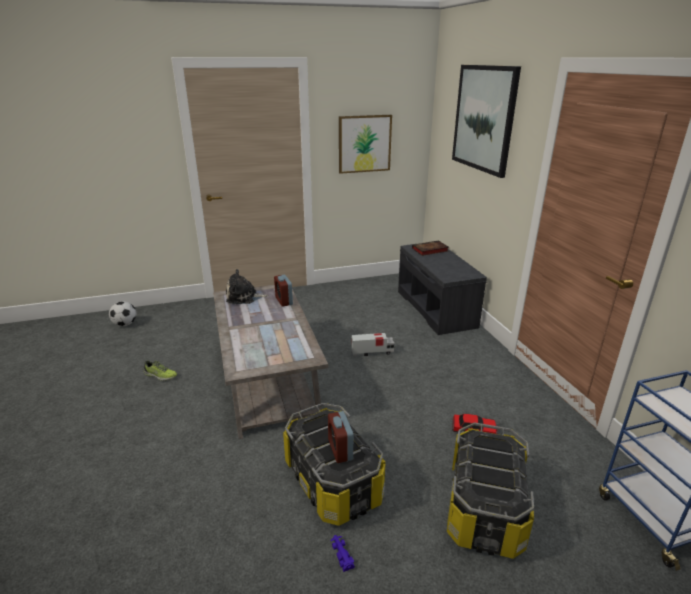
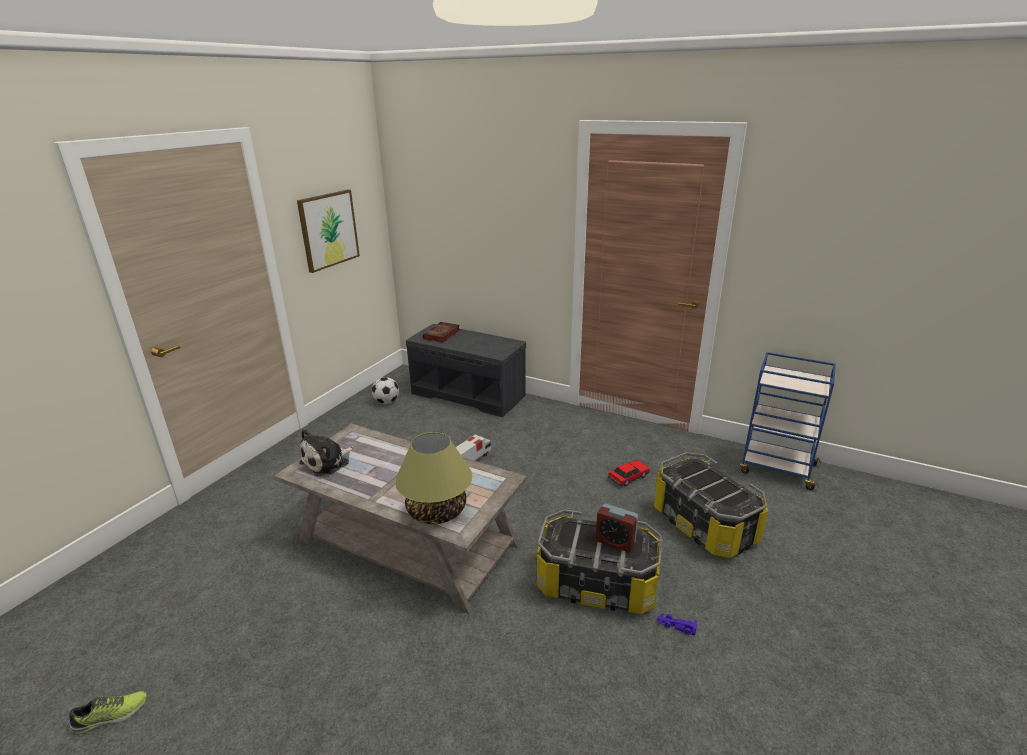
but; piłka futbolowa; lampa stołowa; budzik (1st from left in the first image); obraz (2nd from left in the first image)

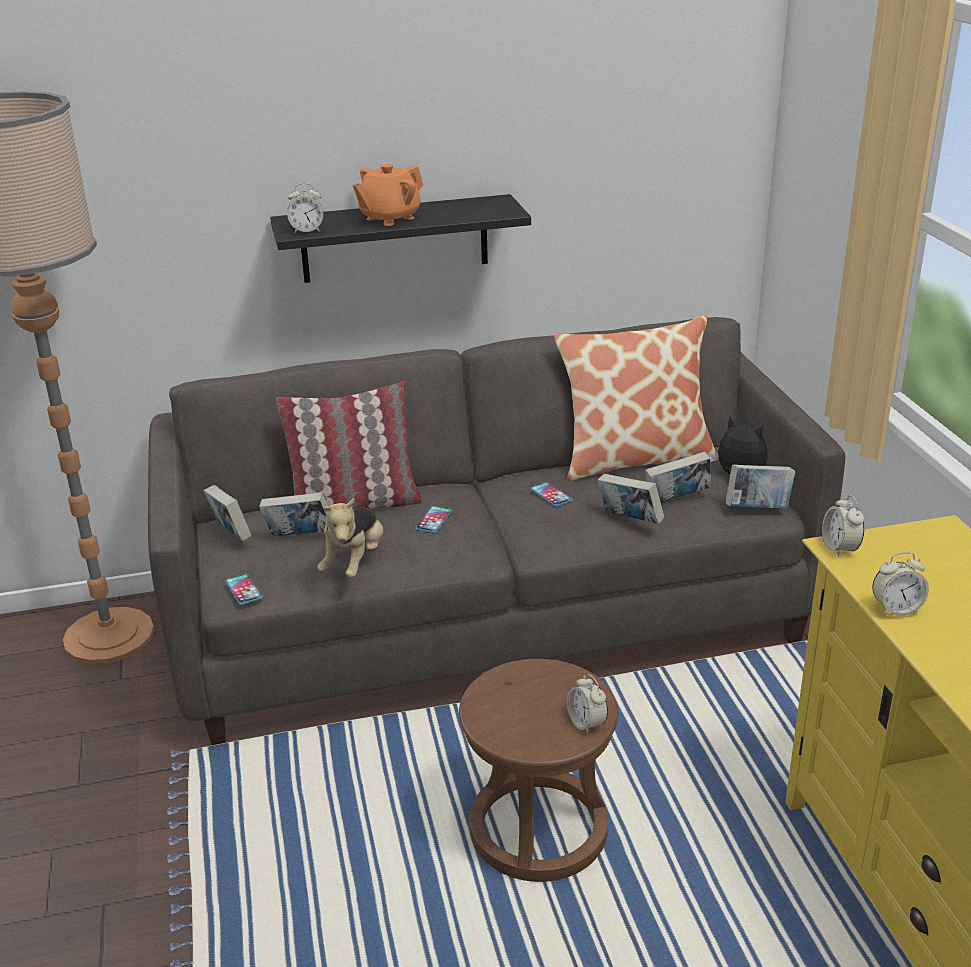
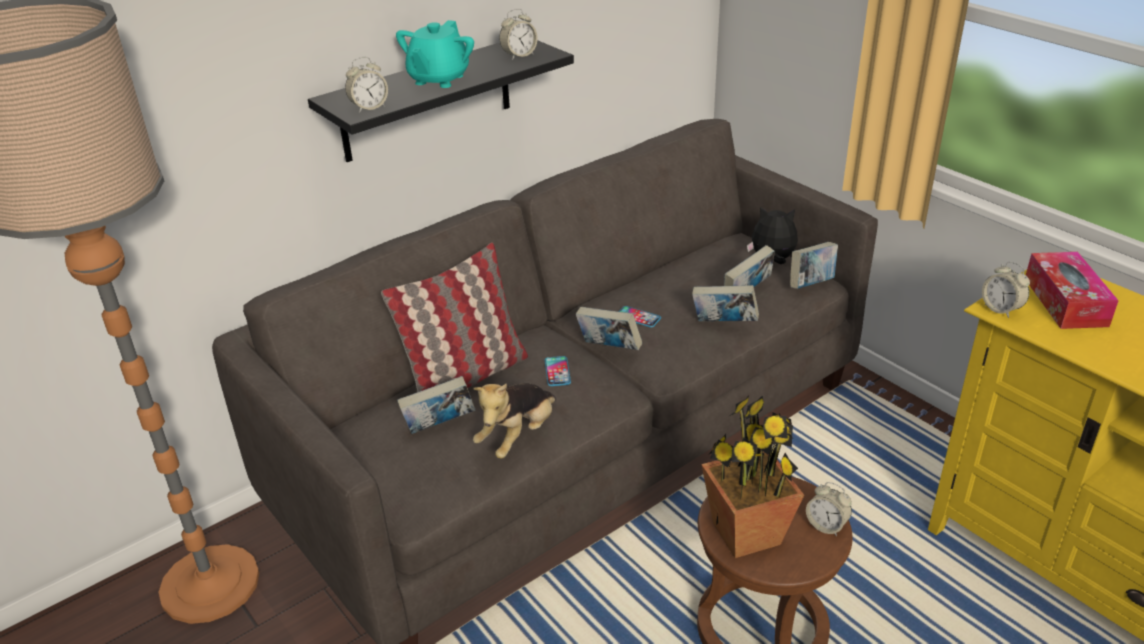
imbryk/turkusowy; pluszak (1st from left); budzik (2nd from left); książka (2nd from left); roślina doniczkowa; pudełko chusteczek; telefon (1st from left in the first image); poduszka (2nd from left in the first image)

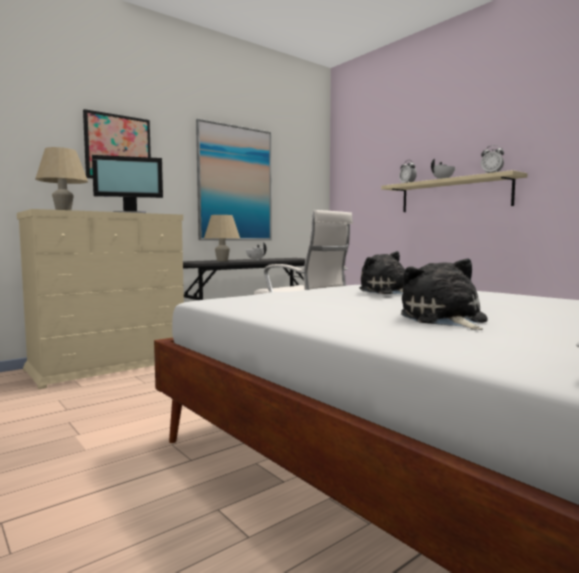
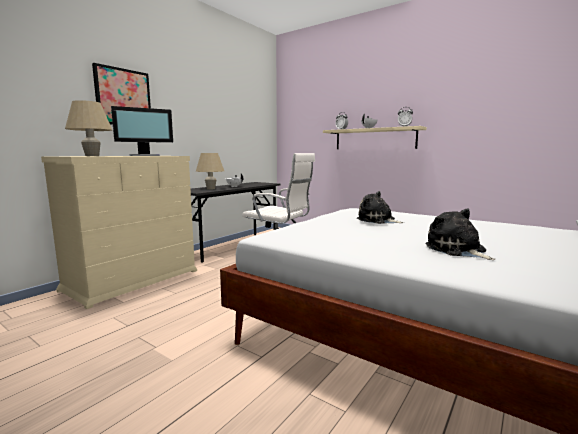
obraz (2nd from left in the first image)

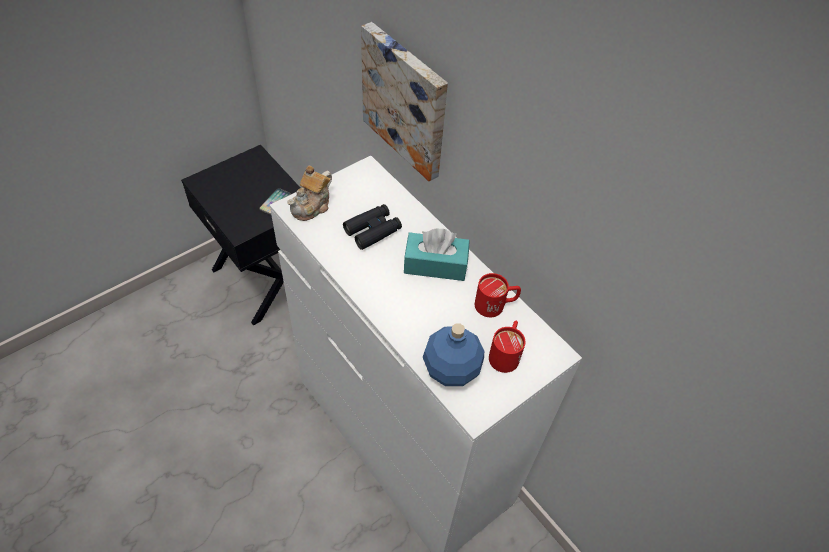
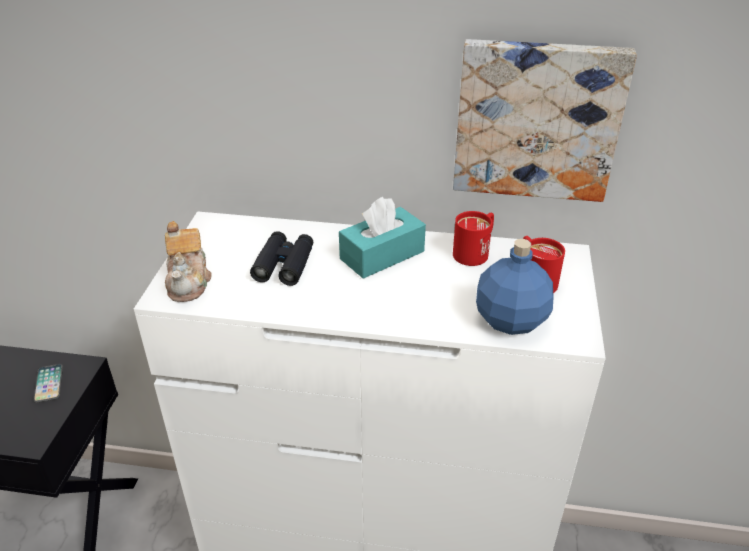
obraz

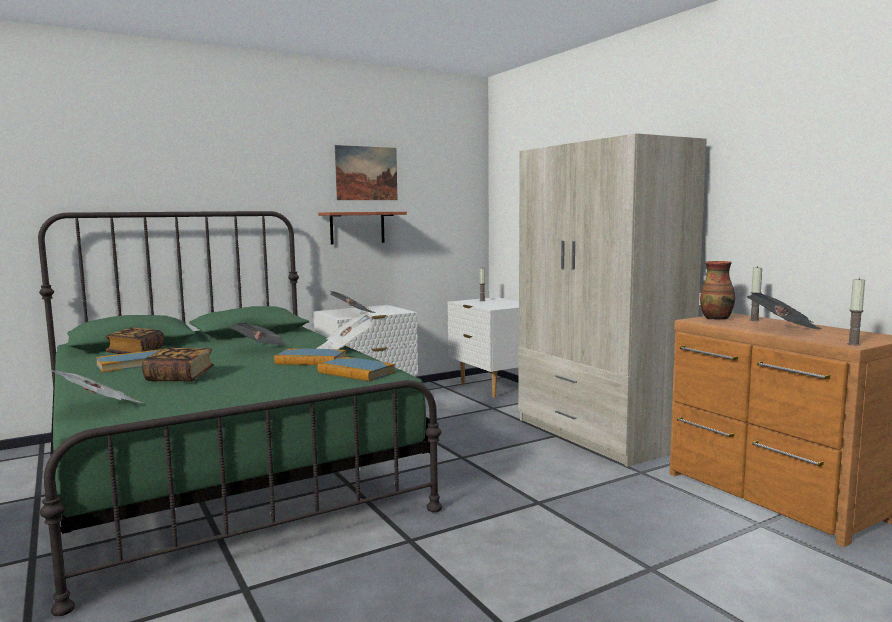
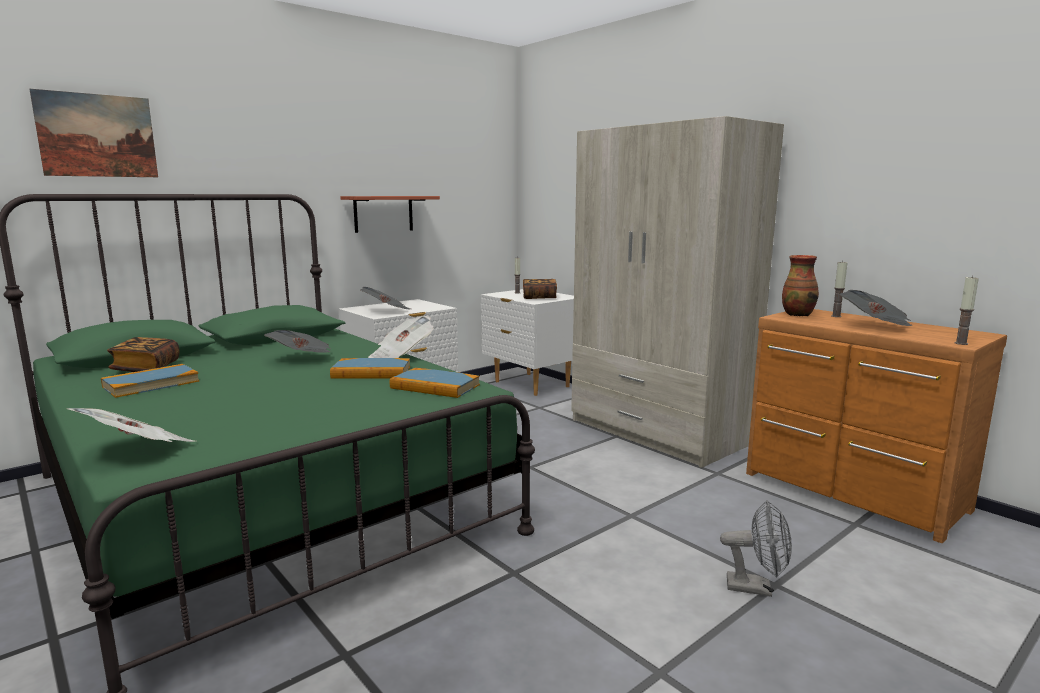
obraz; książka (5th from left); wentylator/szary

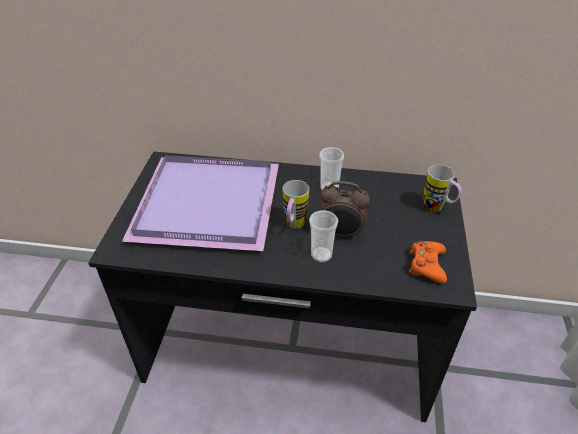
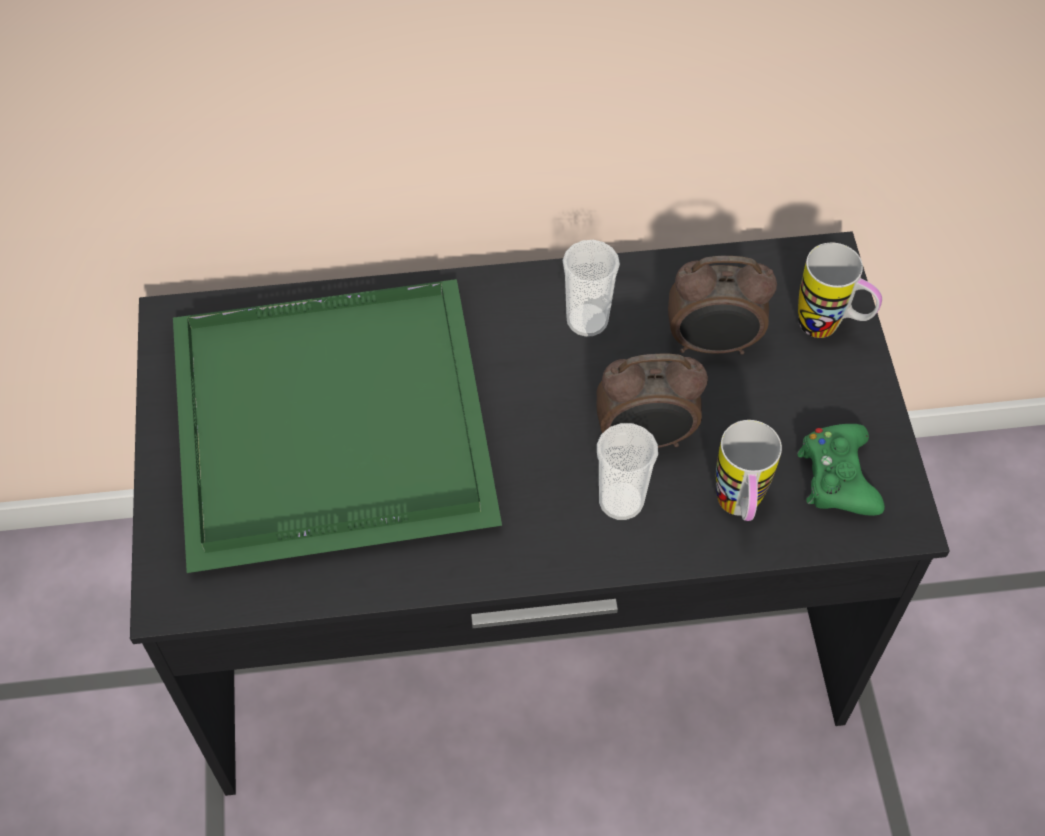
taca/zielony; budzik (2nd from left); kubek (1st from left); pad do gier/zielony

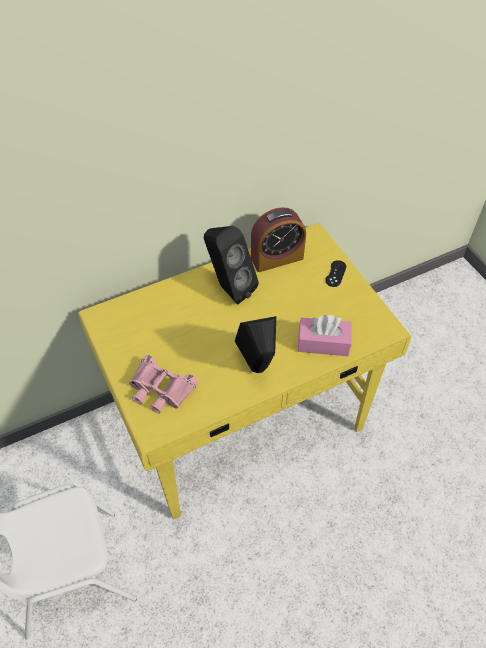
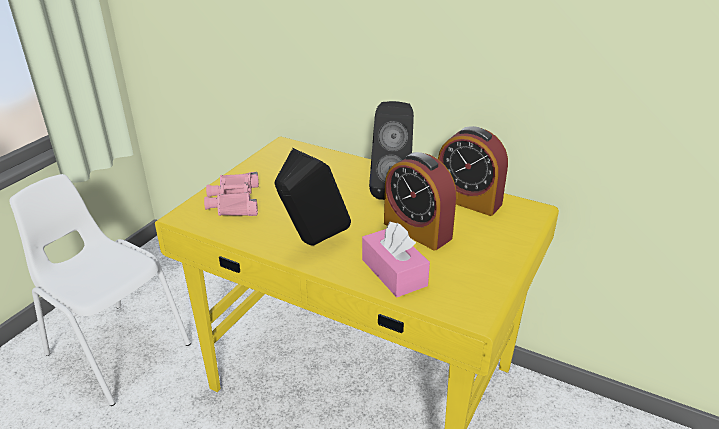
budzik (1st from left); pad do gier/czarny

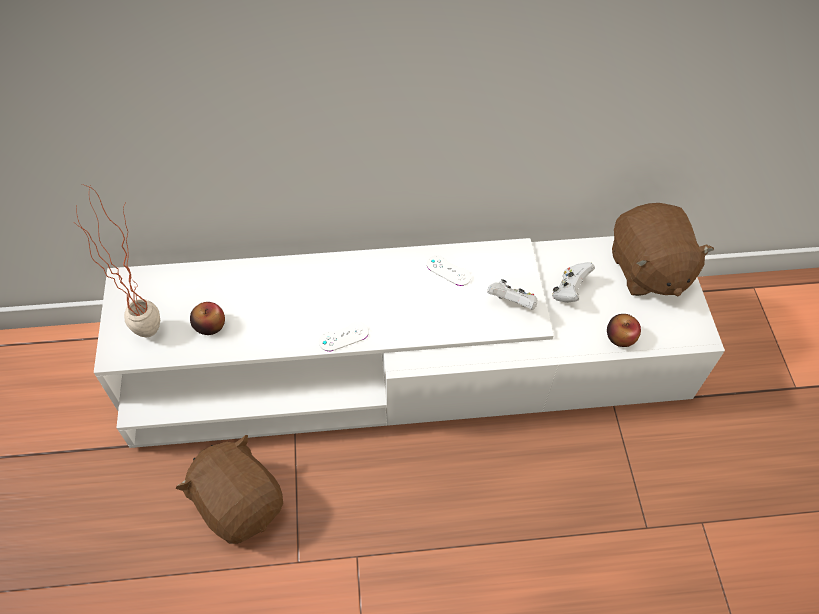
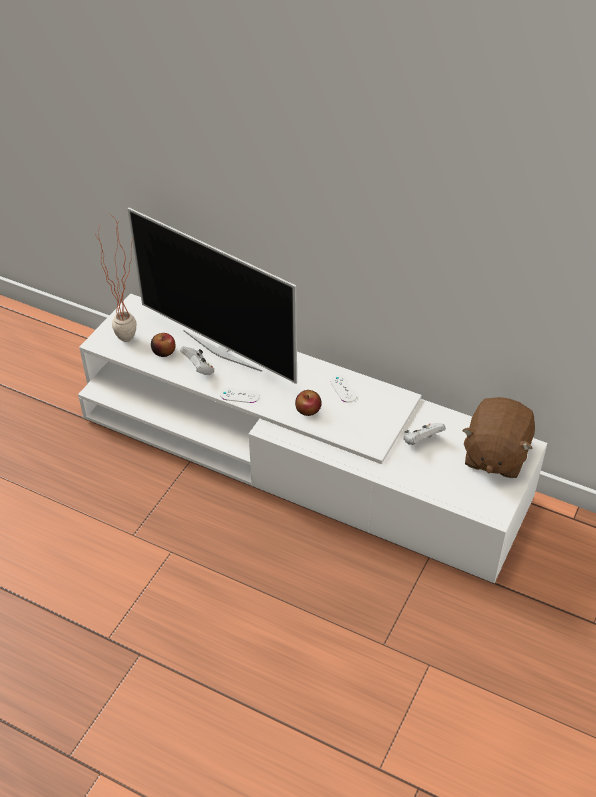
telewizor; pad do gier/biały (1st from left); jabłko (2nd from left); pluszak/brązowy (1st from left in the first image)

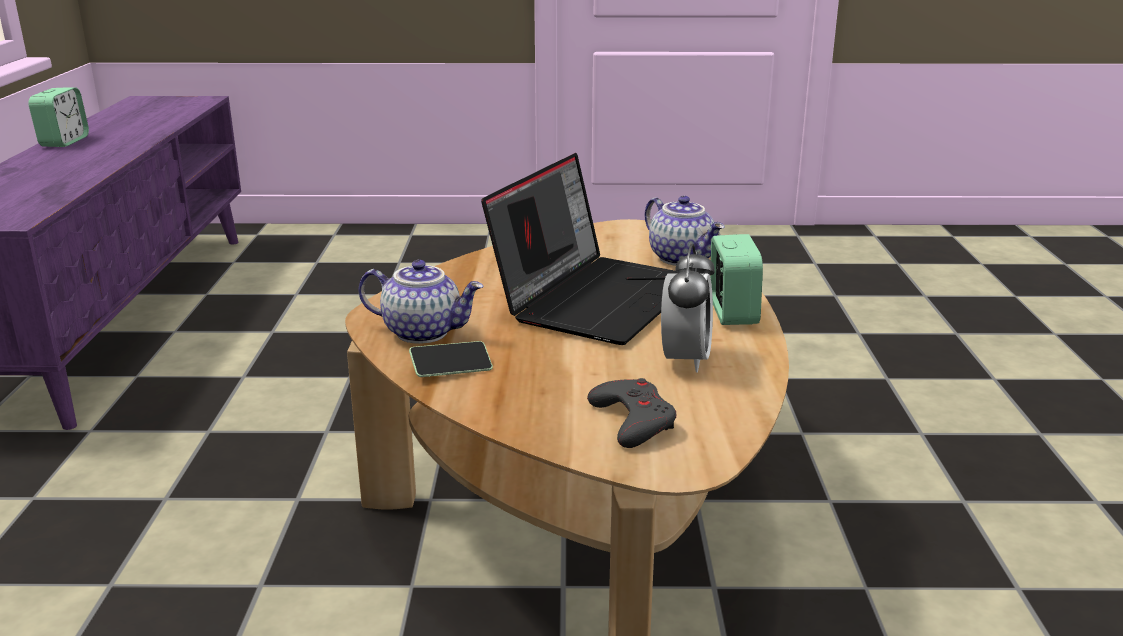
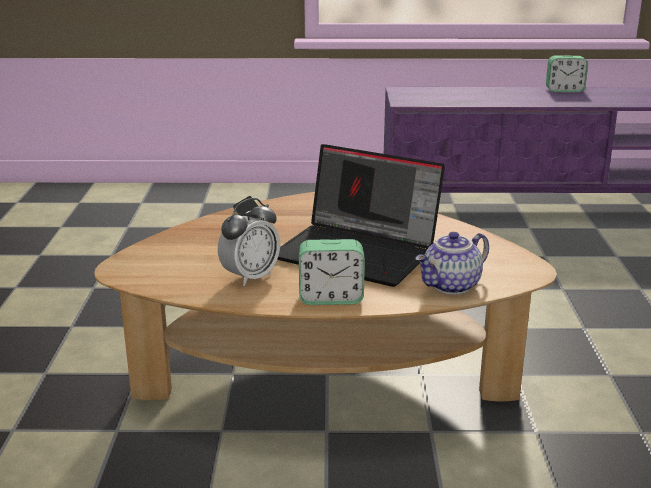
budzik (1st from left); imbryk (1st from left in the first image); pad do gier/szary

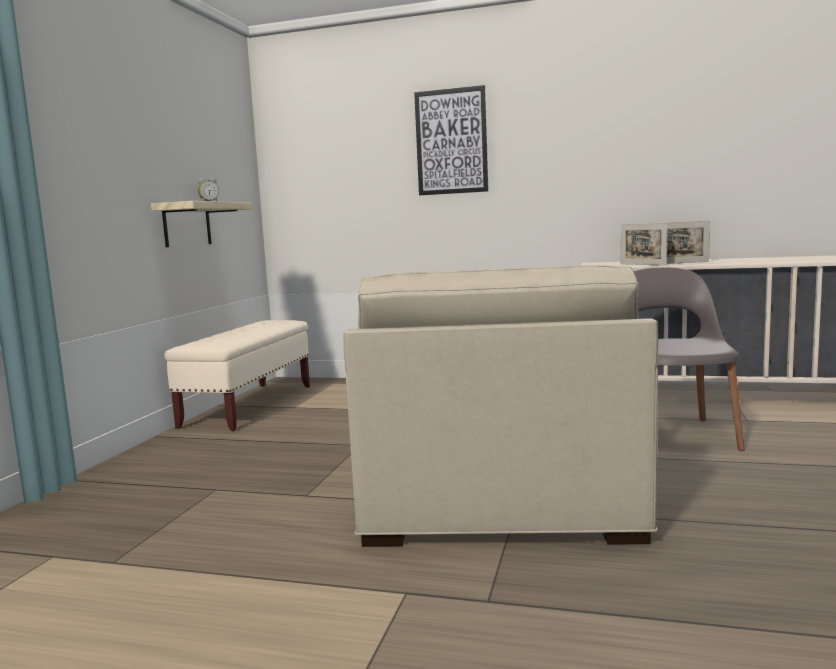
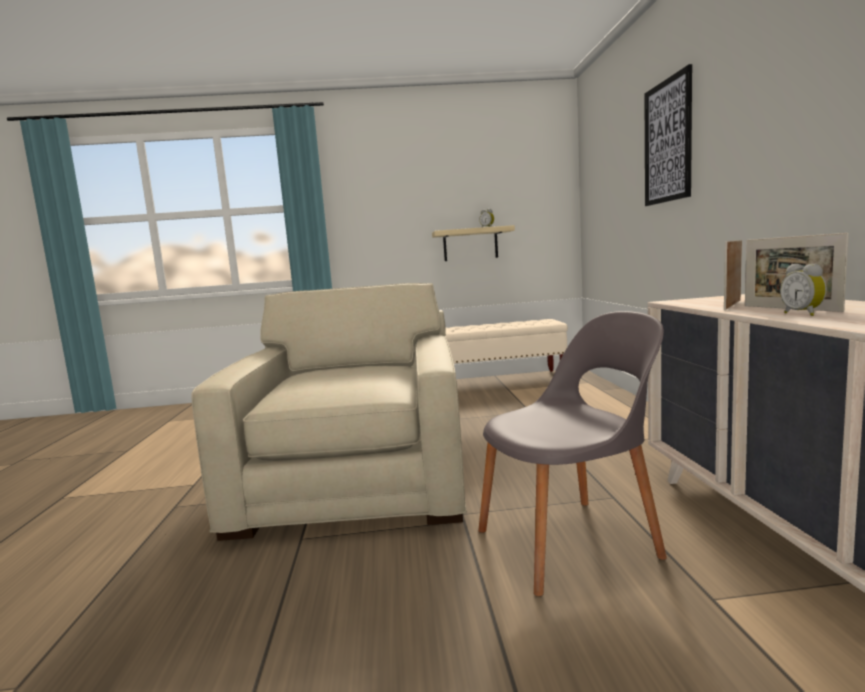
fotel/beżowy; budzik (2nd from left)

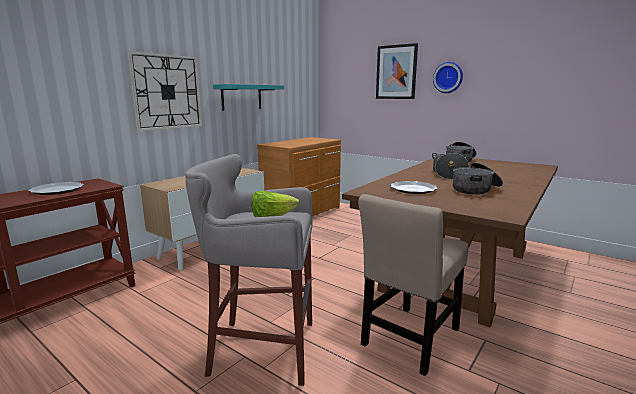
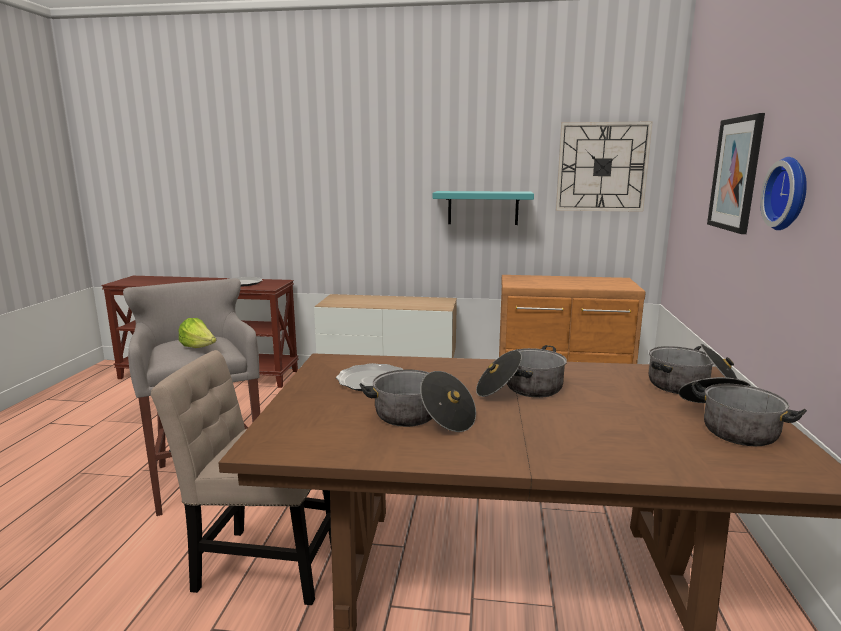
zegar ścienny (1st from left); garnek (4th from left)

